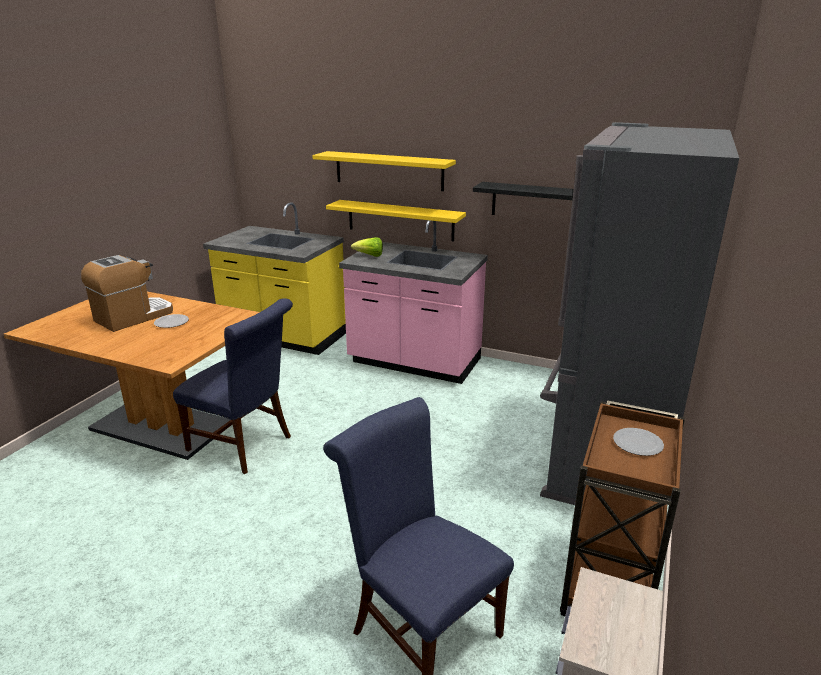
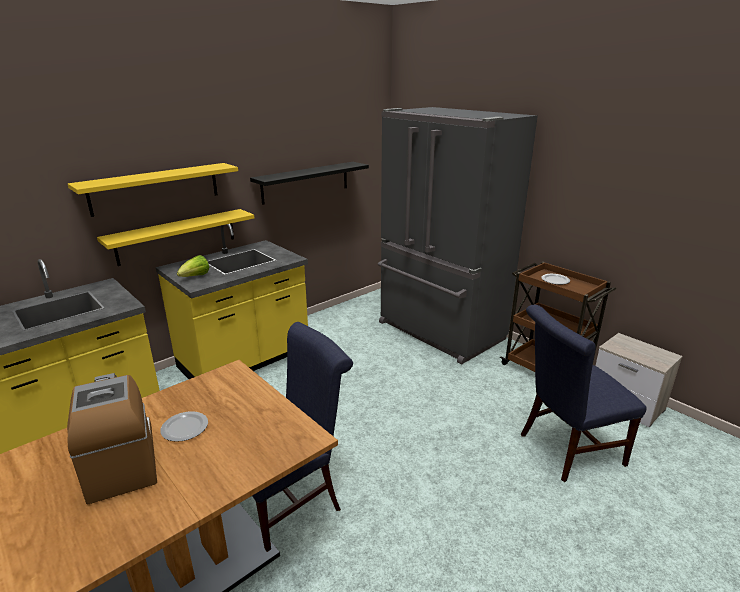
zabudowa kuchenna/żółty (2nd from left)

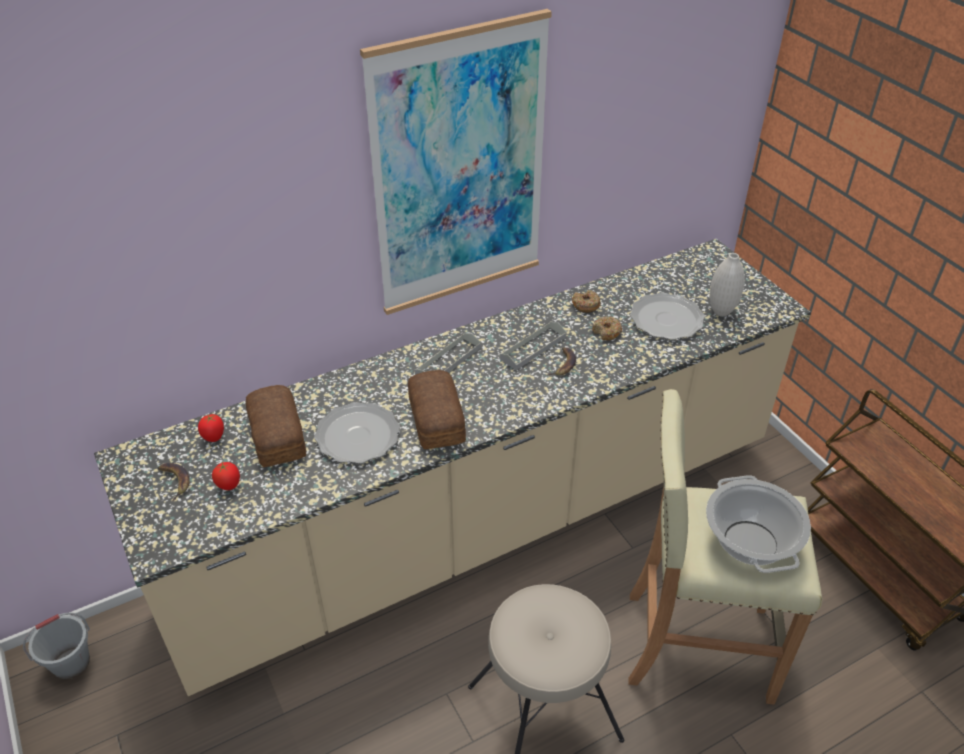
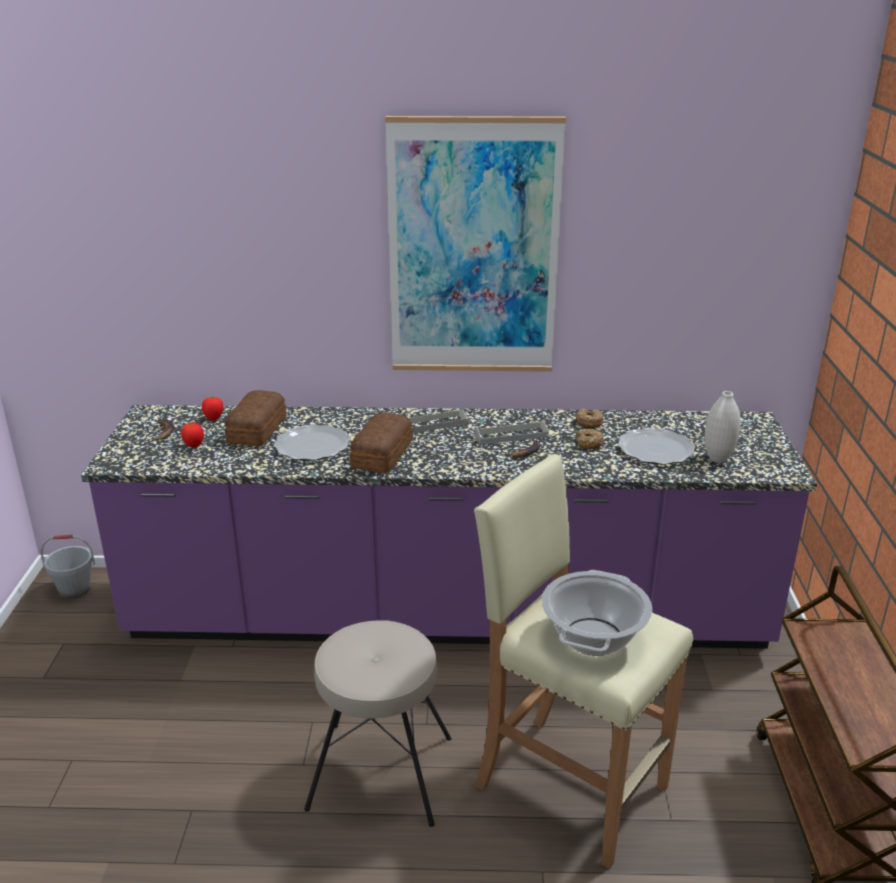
zabudowa kuchenna/fioletowy

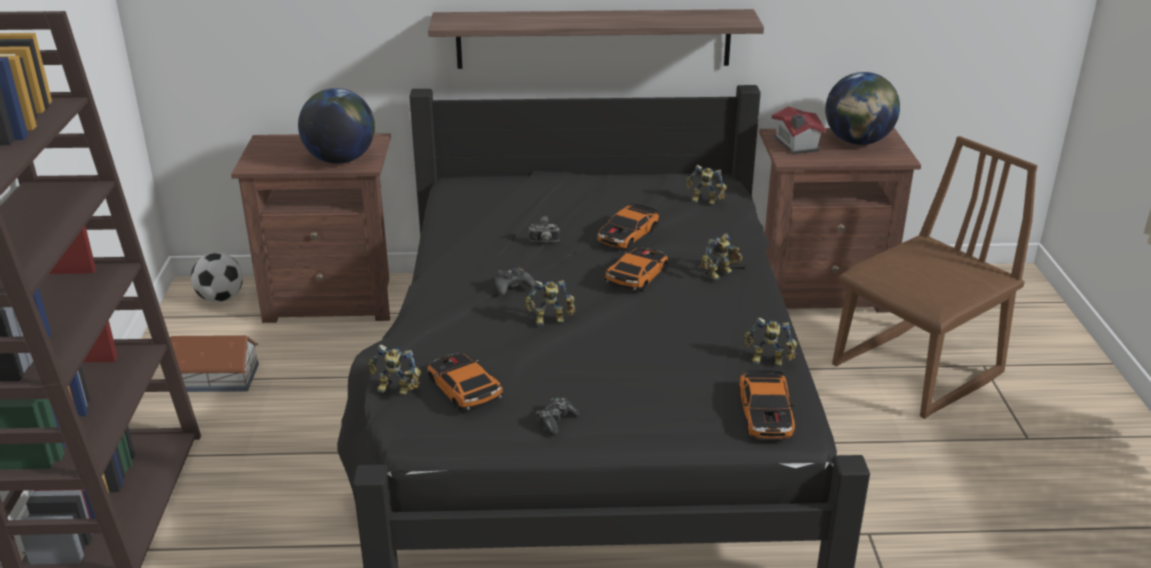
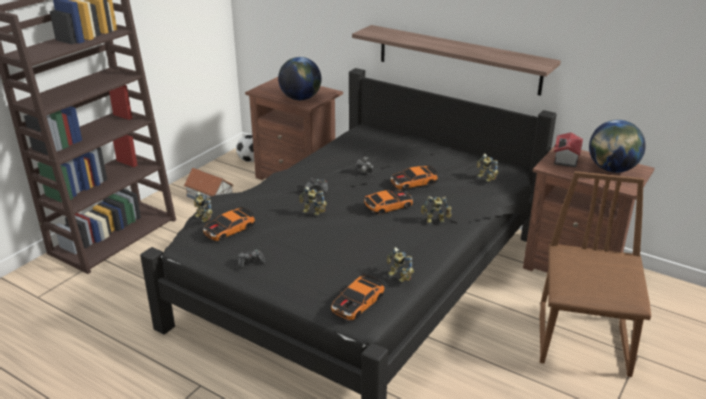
samochodzik (1st from left); krzesło/brązowy

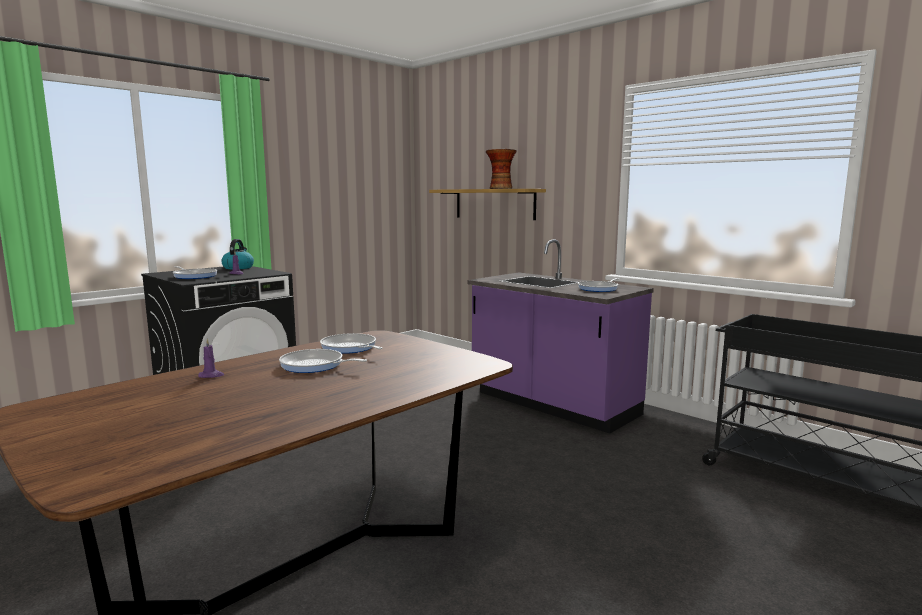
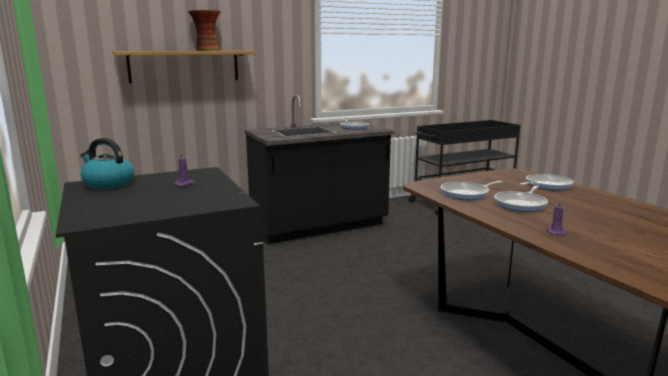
zabudowa kuchenna/czarny; patelnia (4th from left)

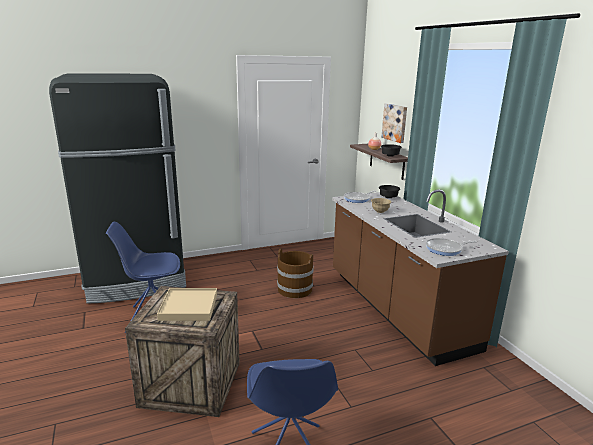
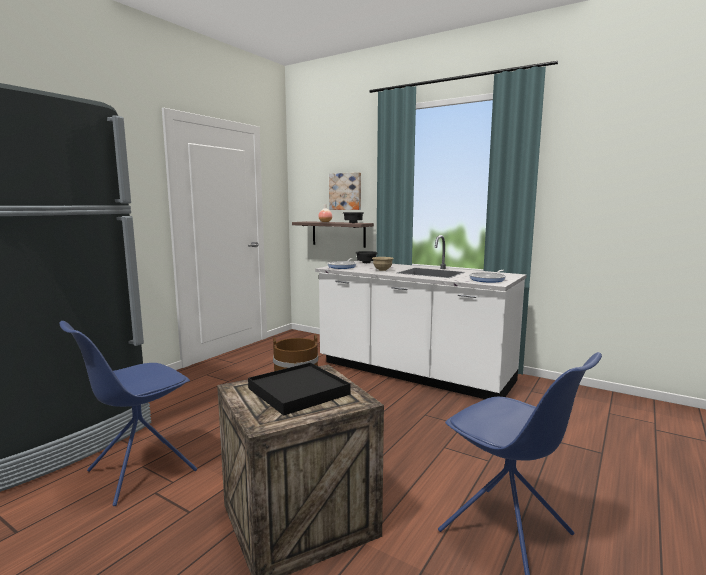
taca/czarny; zabudowa kuchenna/biały

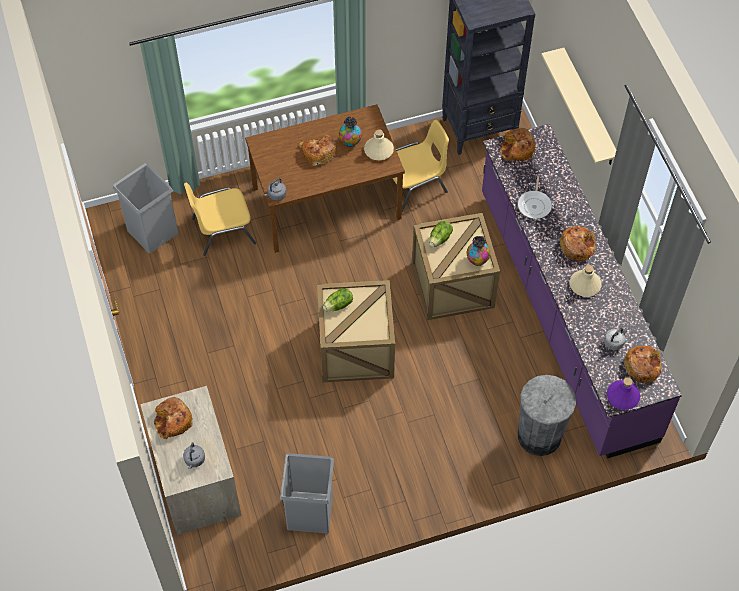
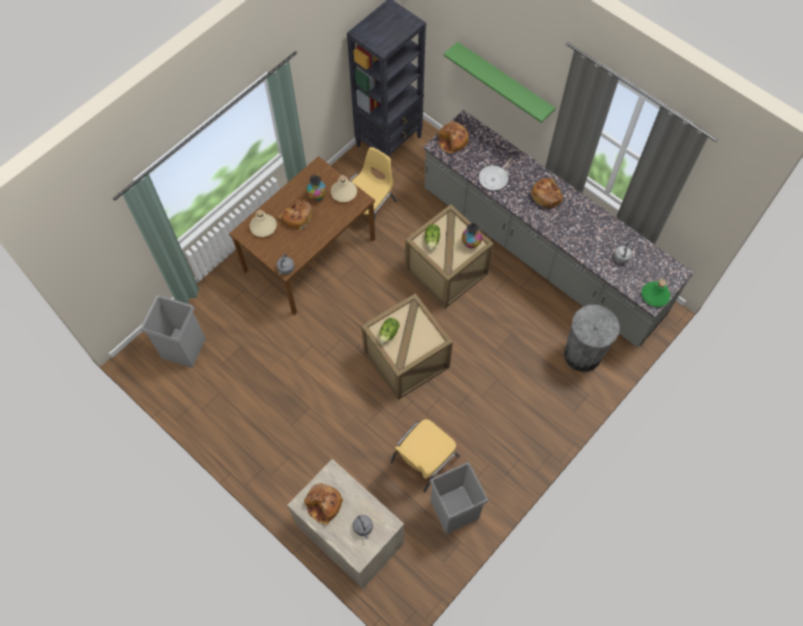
butelka/beżowy (1st from left); krzesło/żółty (2nd from left); zabudowa kuchenna/szary; półka/zielony; patelnia; butelka/zielony; chleb (5th from left in the first image)

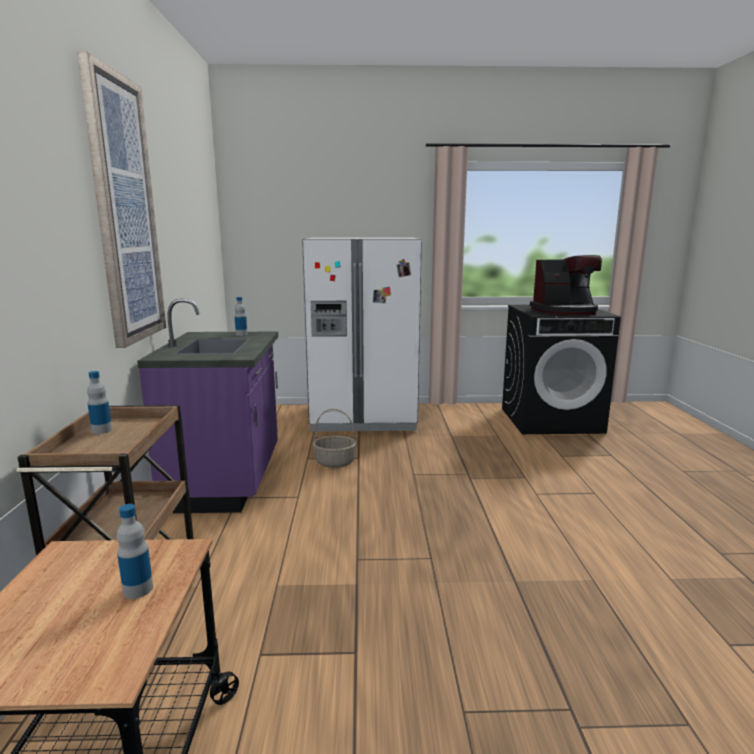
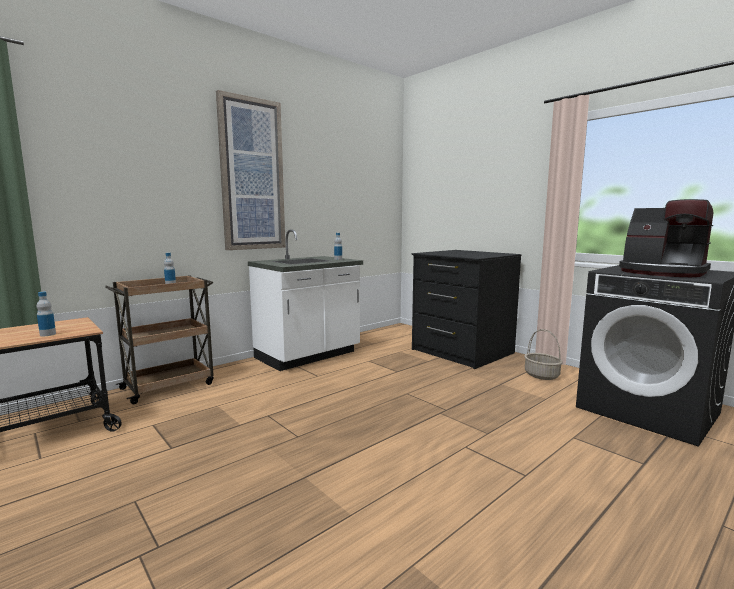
zabudowa kuchenna/biały; komoda/czarny; koszyk

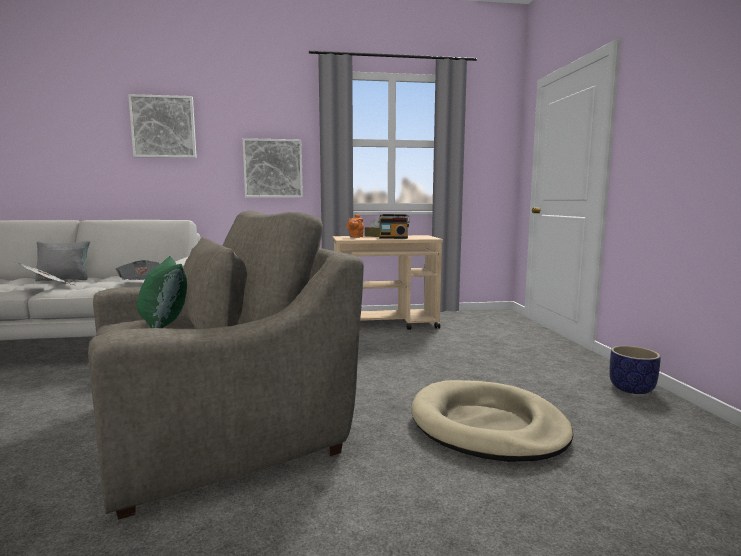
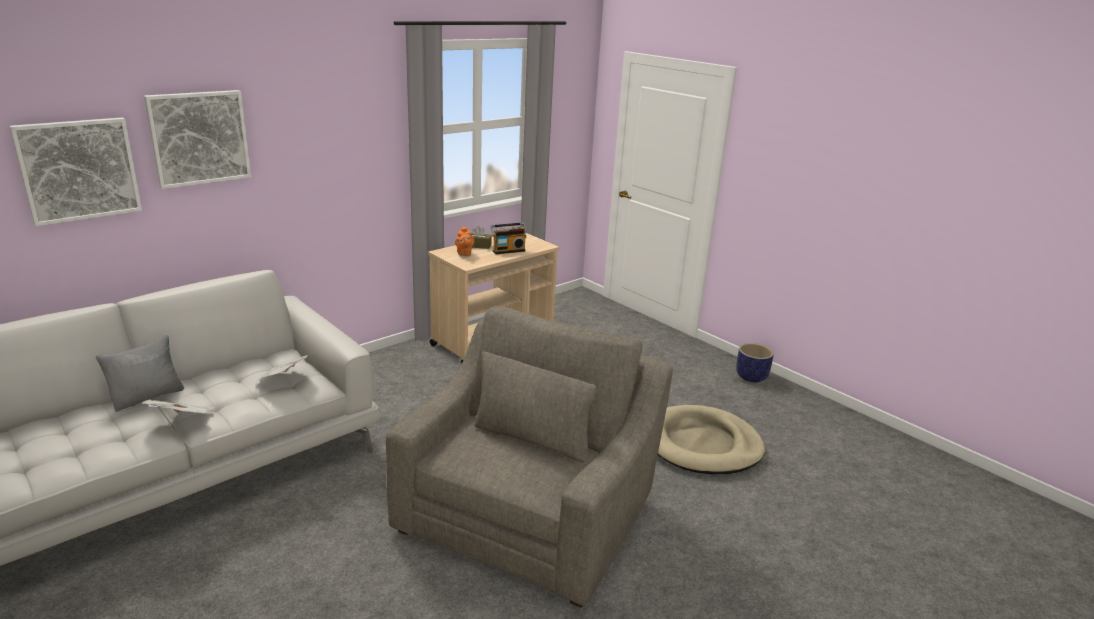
obraz (1st from left); poduszka/zielony

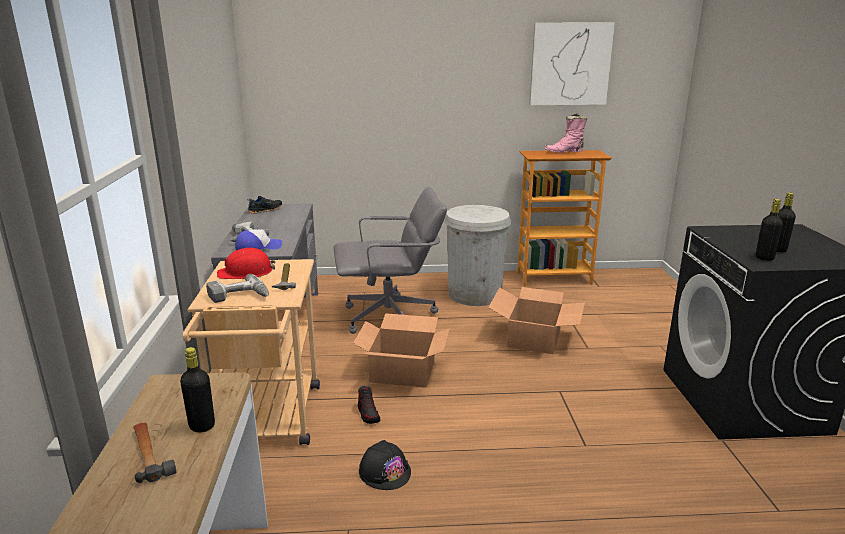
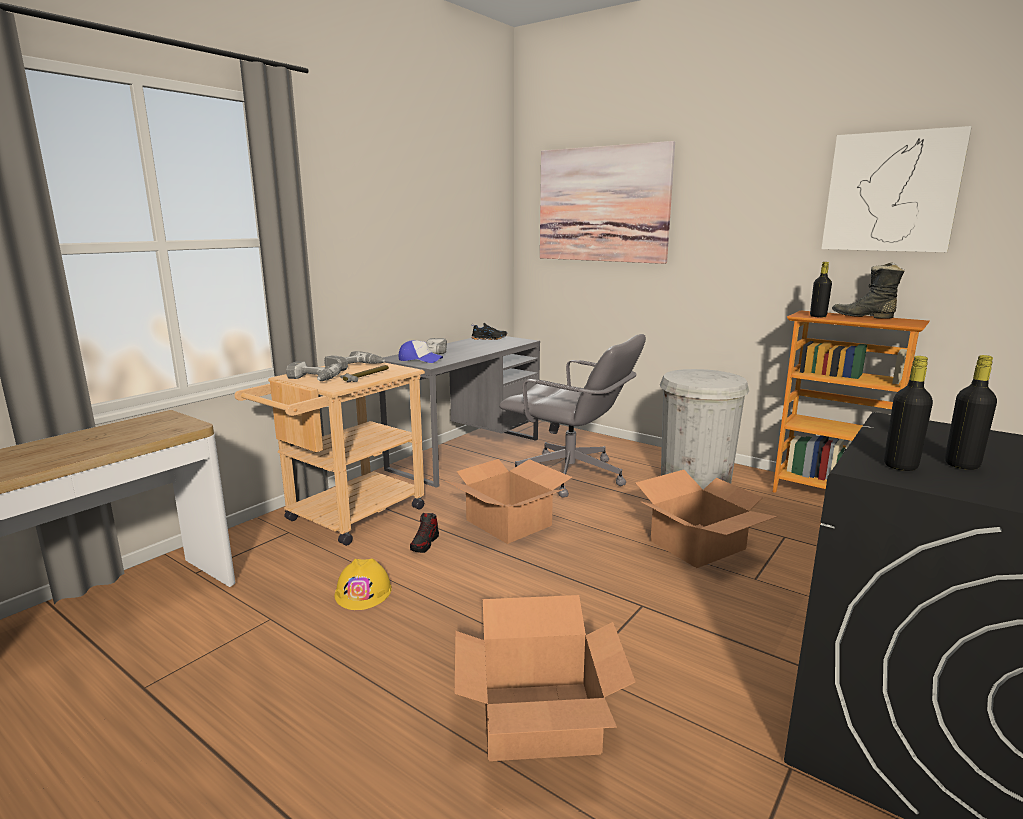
wiertarka (2nd from left); kask/żółty; karton (2nd from left); obraz (1st from left); butelka/czarny (1st from left); but z cholewką/czarny; młotek (1st from left in the first image)

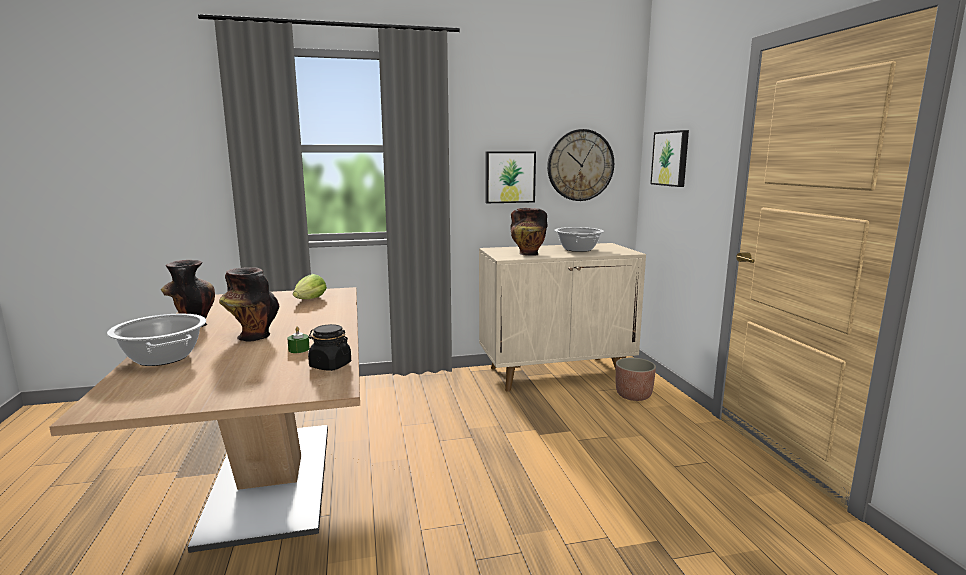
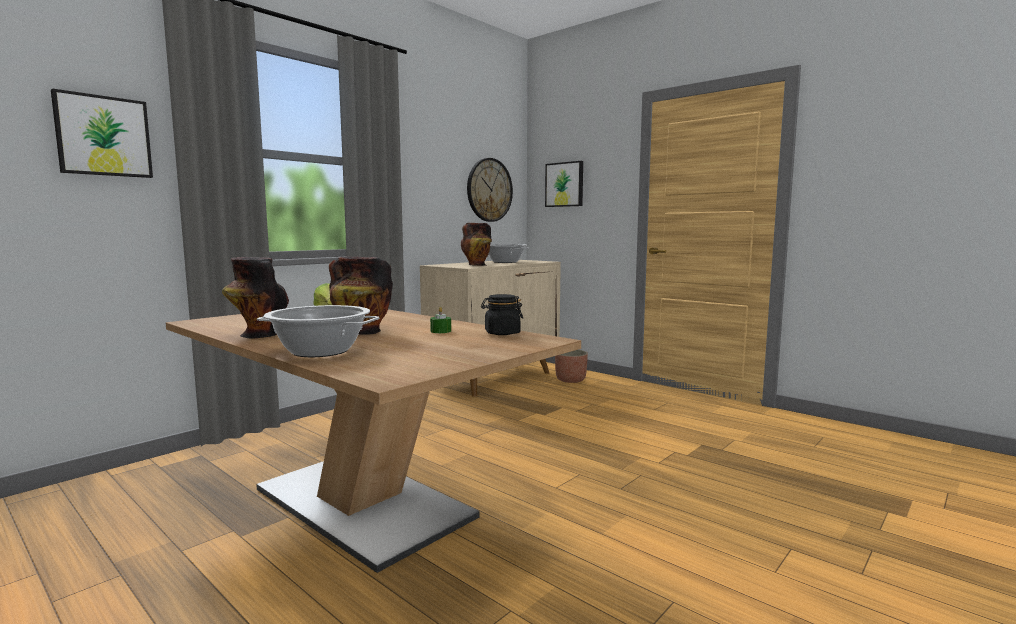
obraz (1st from left)

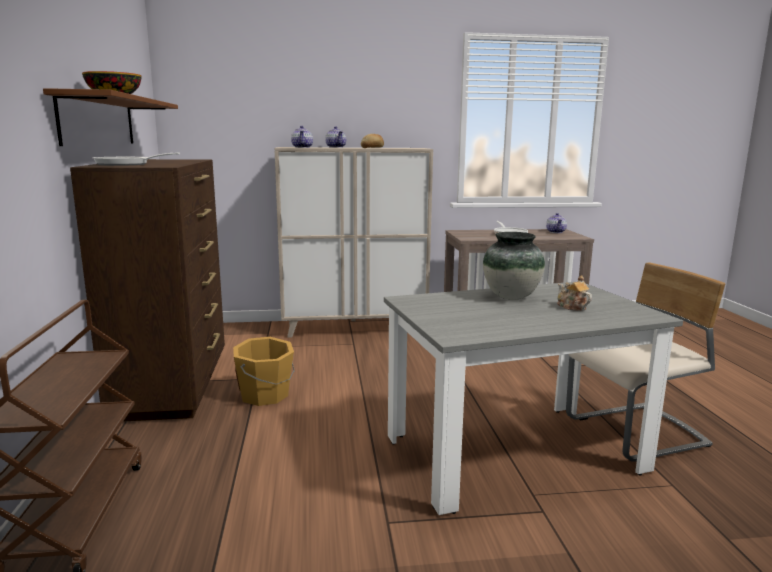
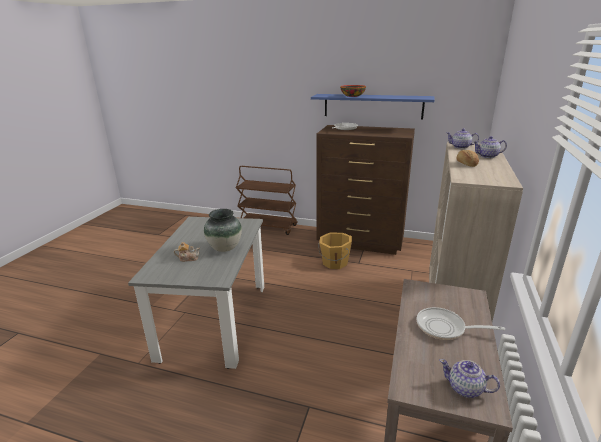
półka/niebieski; krzesło/beżowy

